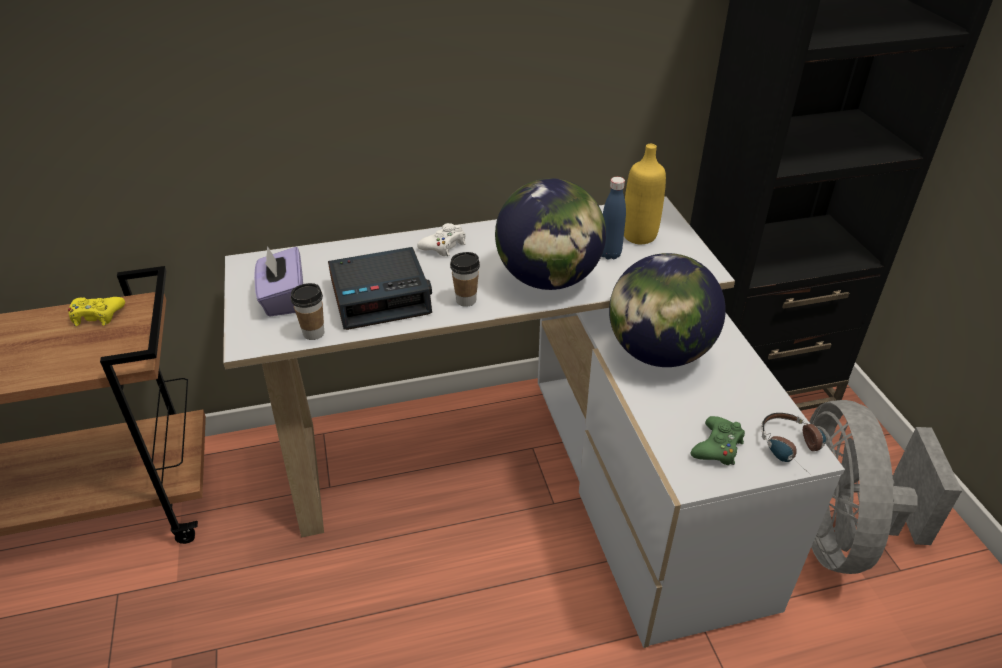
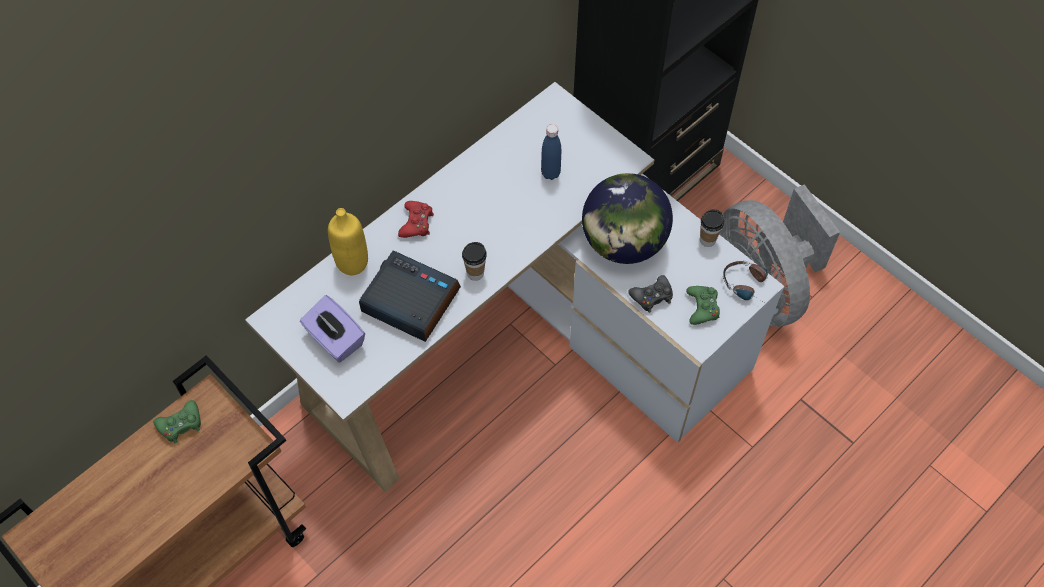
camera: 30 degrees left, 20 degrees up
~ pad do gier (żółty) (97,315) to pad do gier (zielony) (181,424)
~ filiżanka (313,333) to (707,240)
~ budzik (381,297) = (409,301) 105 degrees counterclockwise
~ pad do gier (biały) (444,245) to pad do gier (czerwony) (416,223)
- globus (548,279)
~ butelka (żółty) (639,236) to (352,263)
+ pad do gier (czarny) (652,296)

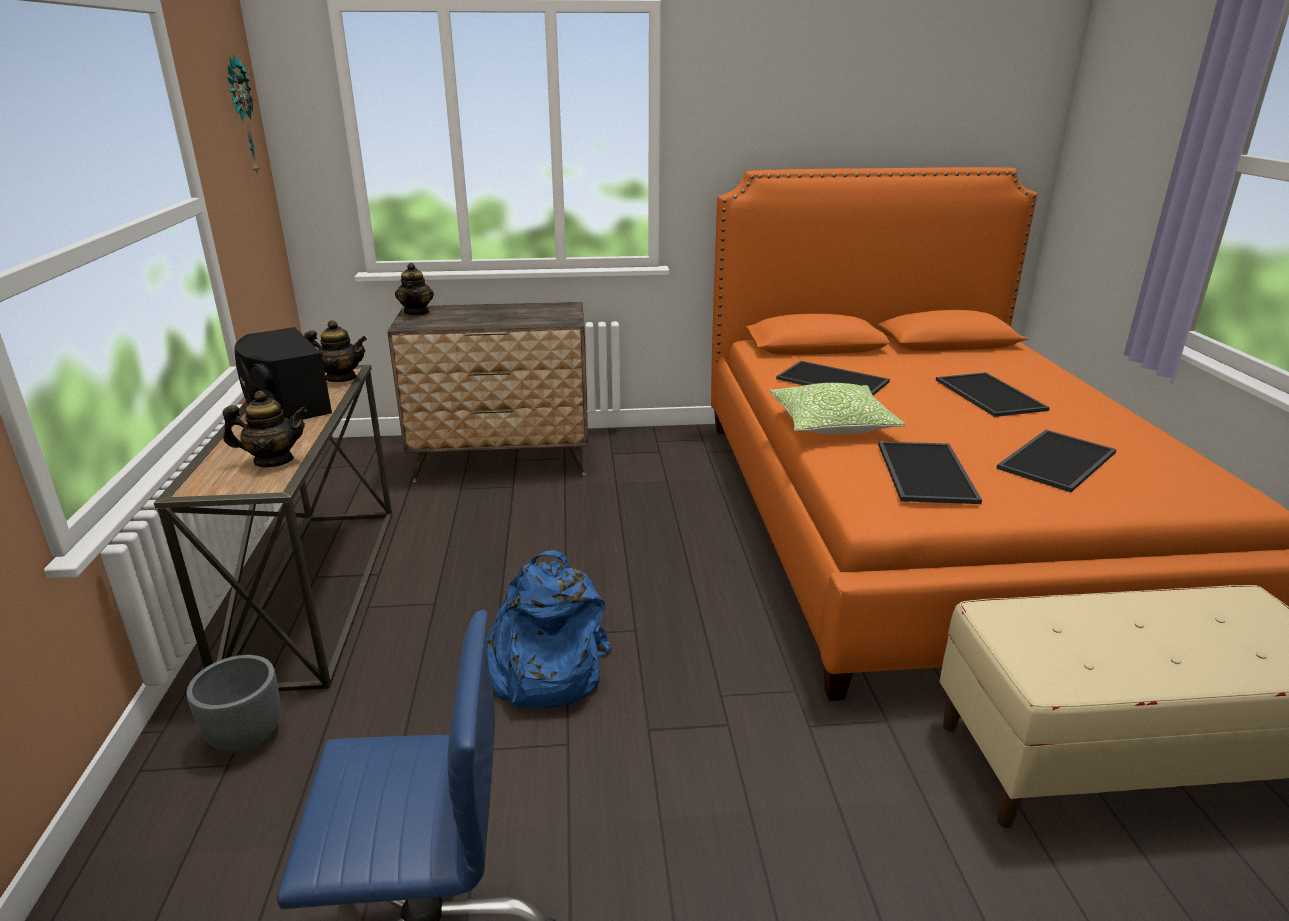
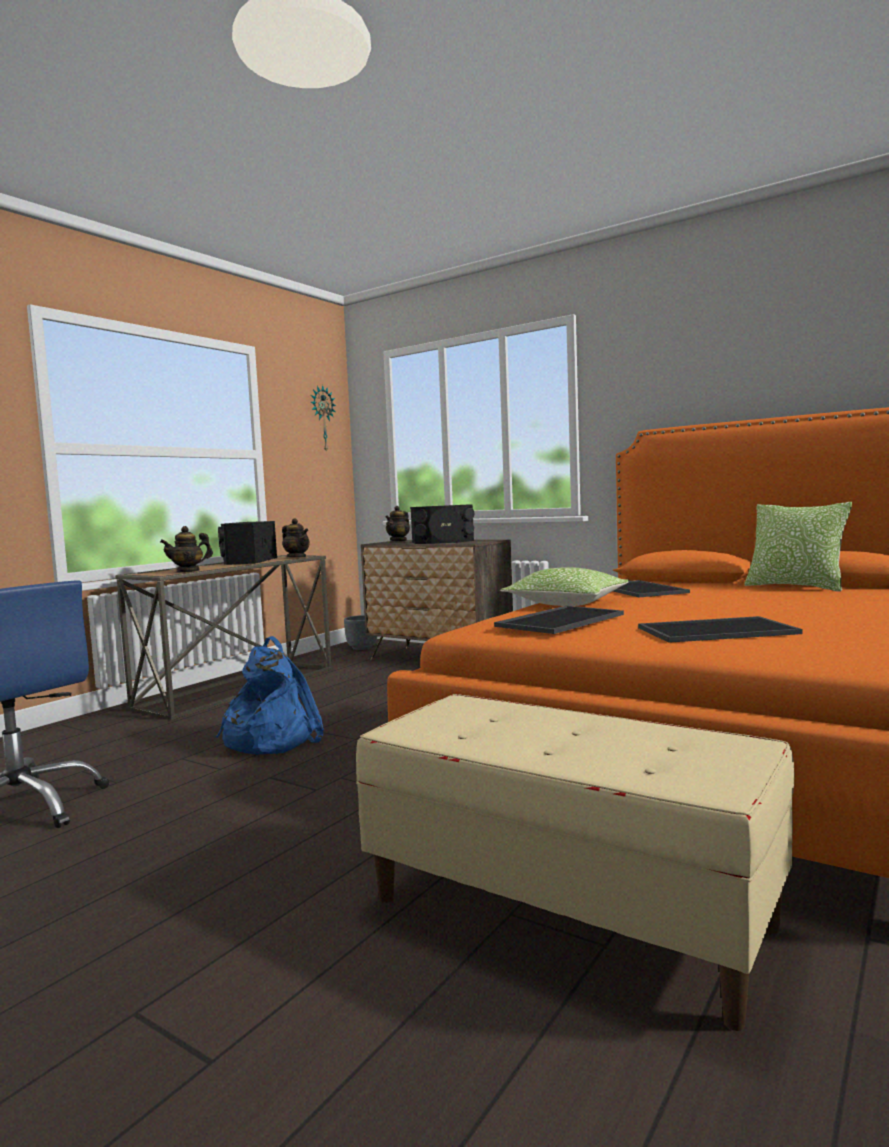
camera: 40 degrees right, 20 degrees down
~ donica (szary) (246,735) to (362,648)
~ imbryk (273,461) = (188,571) 120 degrees clockwise
- taca (987,394)
+ głośnik (czarny) (443,542)
+ poduszka (795,587)

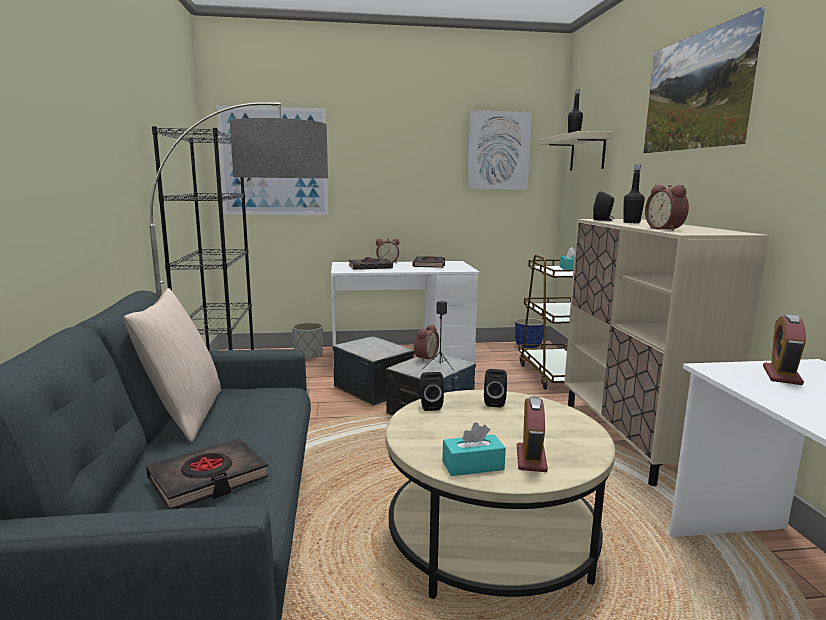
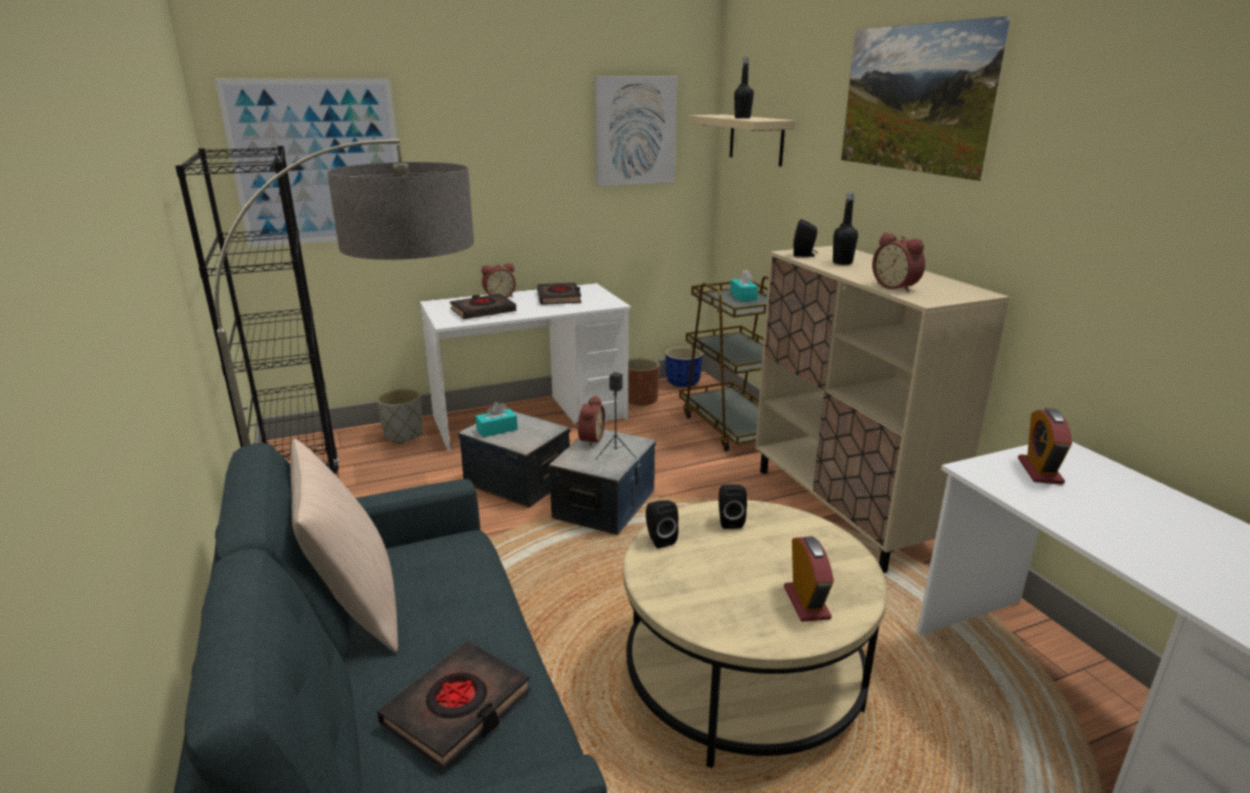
camera: 15 degrees left, 10 degrees up
~ pudełko chusteczek (turkusowy) (473,465) to (497,430)
+ donica (brązowy) (640,400)

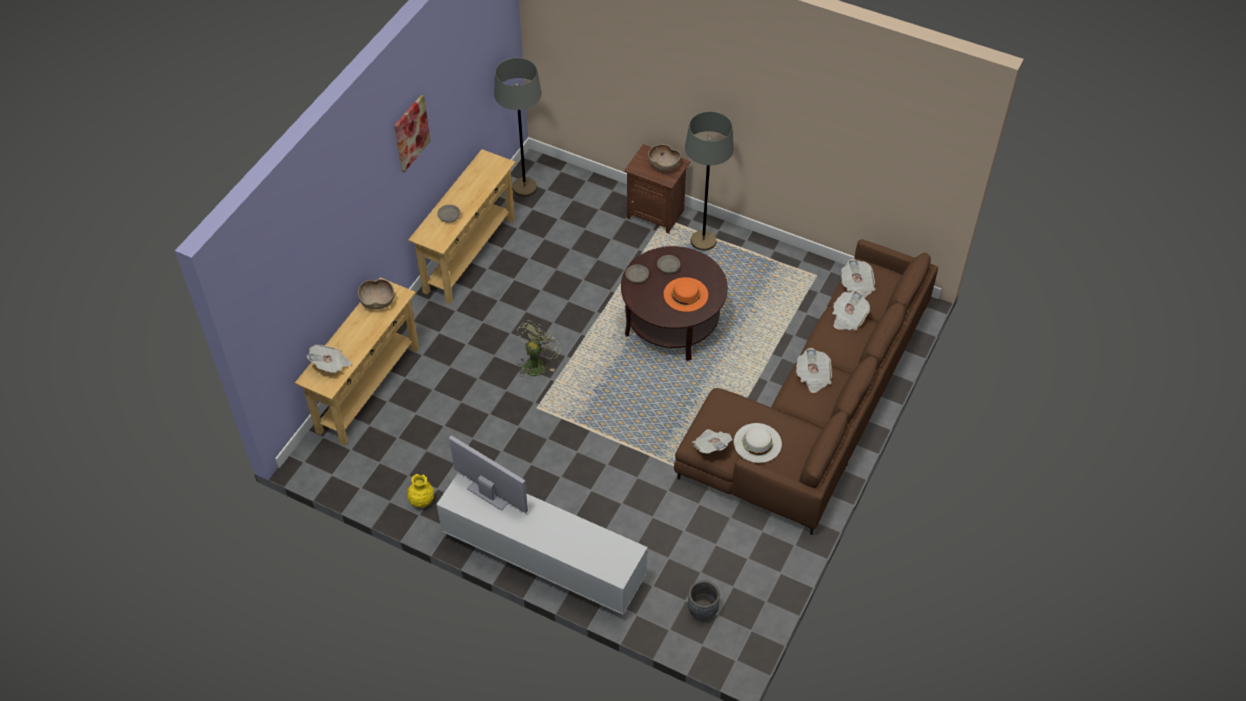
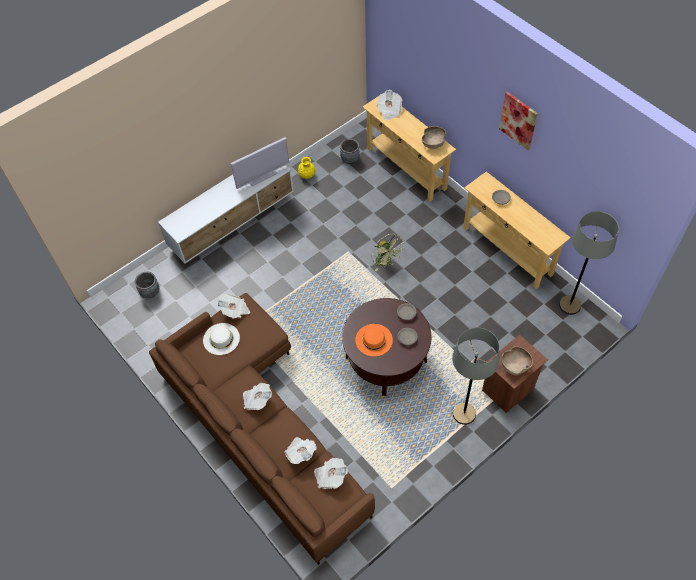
camera: 115 degrees right, 5 degrees up
+ donica (szary) (350,159)

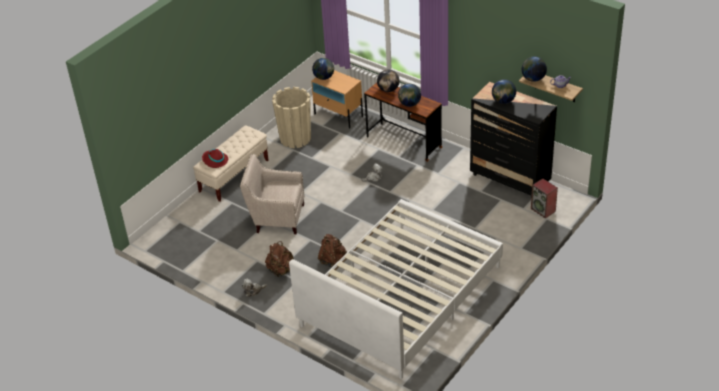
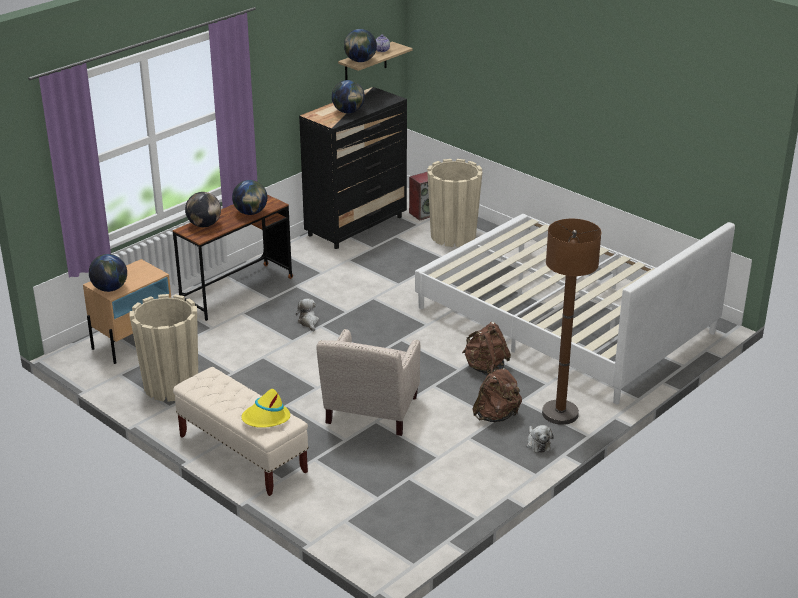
camera: 85 degrees left, 10 degrees down
~ kapelusz (czerwony) (215,160) to kapelusz (żółty) (266,419)
+ donica (beżowy) (453,236)
+ lampa stojąca (brązowy) (560,413)

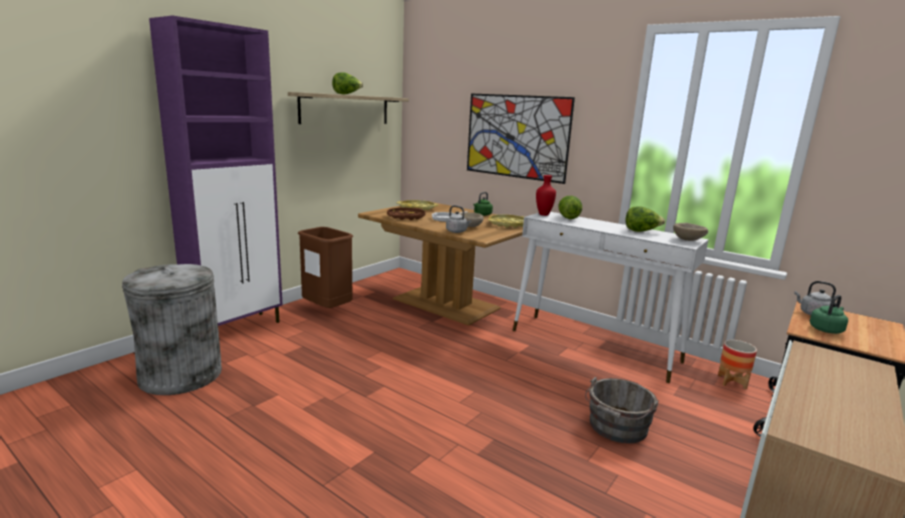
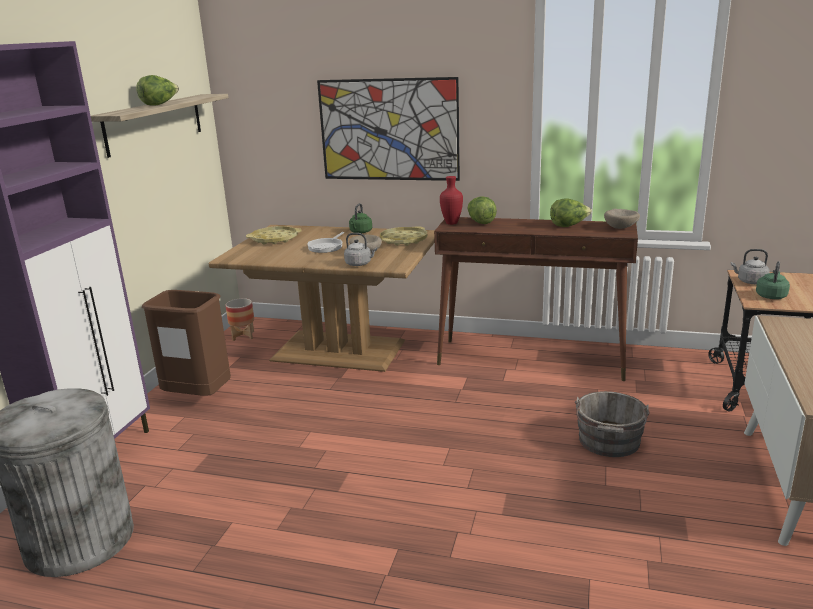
camera: 20 degrees left, 5 degrees up
- taca (brązowy) (406,217)
~ stolik konsolowy (biały) (594,346) to stolik konsolowy (brązowy) (532,359)
~ donica (732,382) to (243,336)

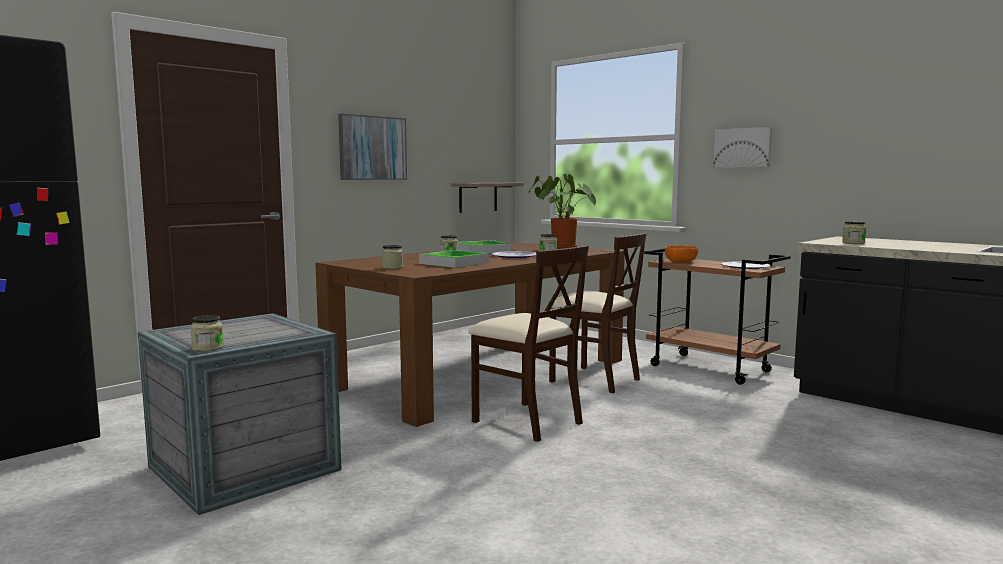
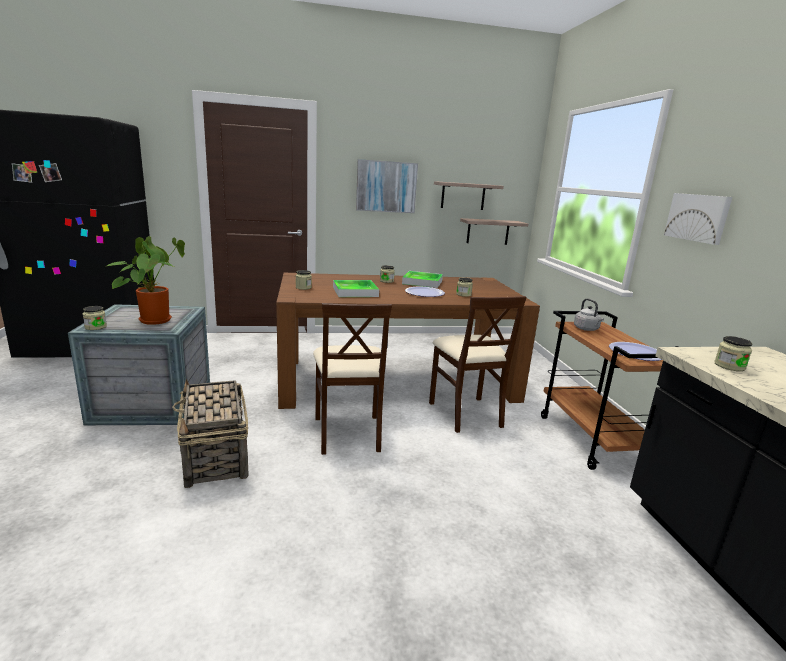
camera: 35 degrees right, 10 degrees up
~ roślina doniczkowa (560,248) to (154,319)
~ miska (pomarańczowy) (681,262) to czajnik (szary) (587,329)
+ koszyk (215,457)
+ półka (463,196)

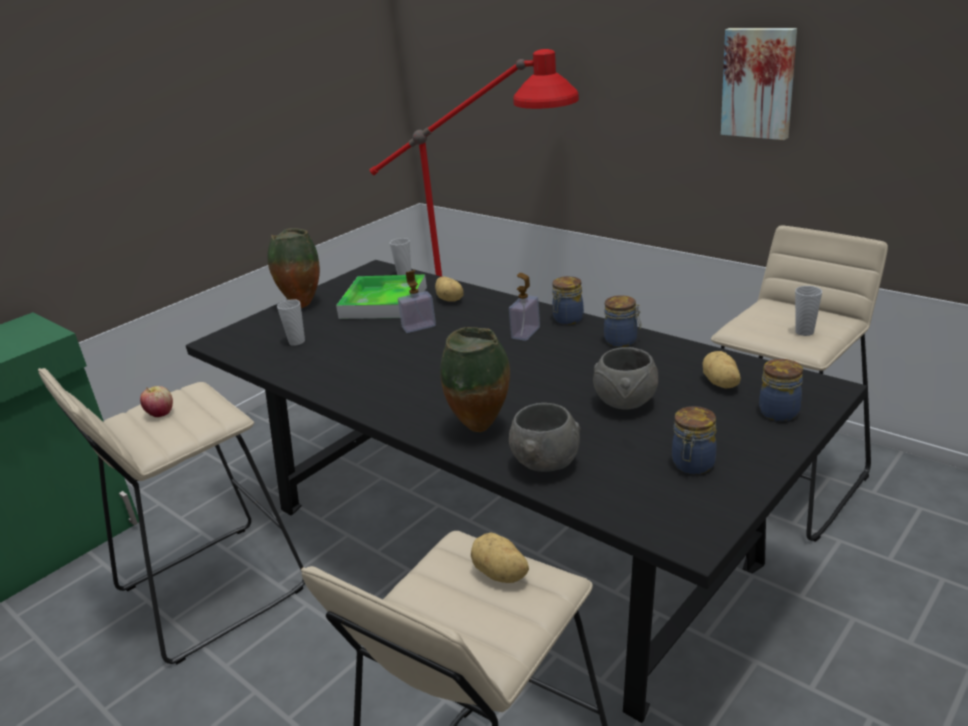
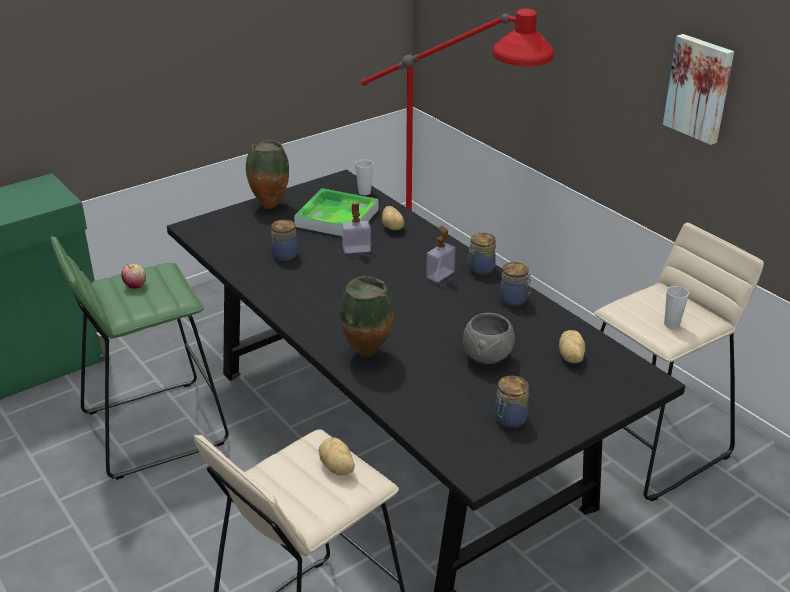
camera: 10 degrees right, 5 degrees up
~ stołek (beżowy) (210,589) to stołek (zielony) (153,428)
- filiżanka (297,342)
- miska (szary) (545,465)
~ słoik (779,411) to (286,254)

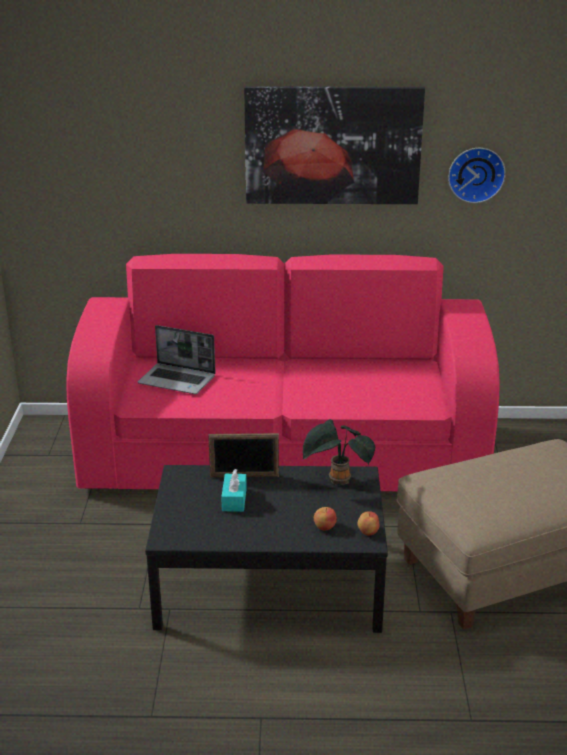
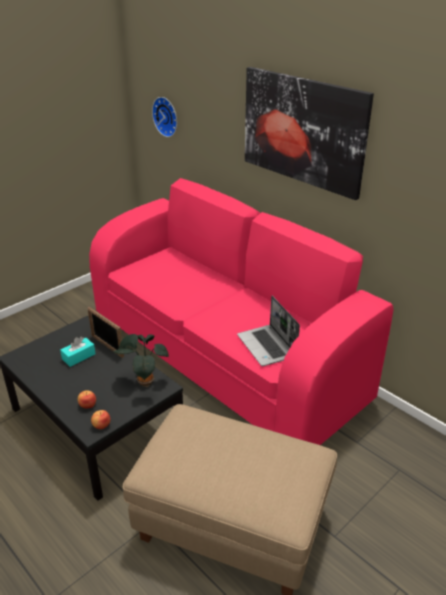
camera: 45 degrees right, 5 degrees up
~ laptop (178,380) to (267,346)
~ zegar ścienny (476,174) to (167,116)

